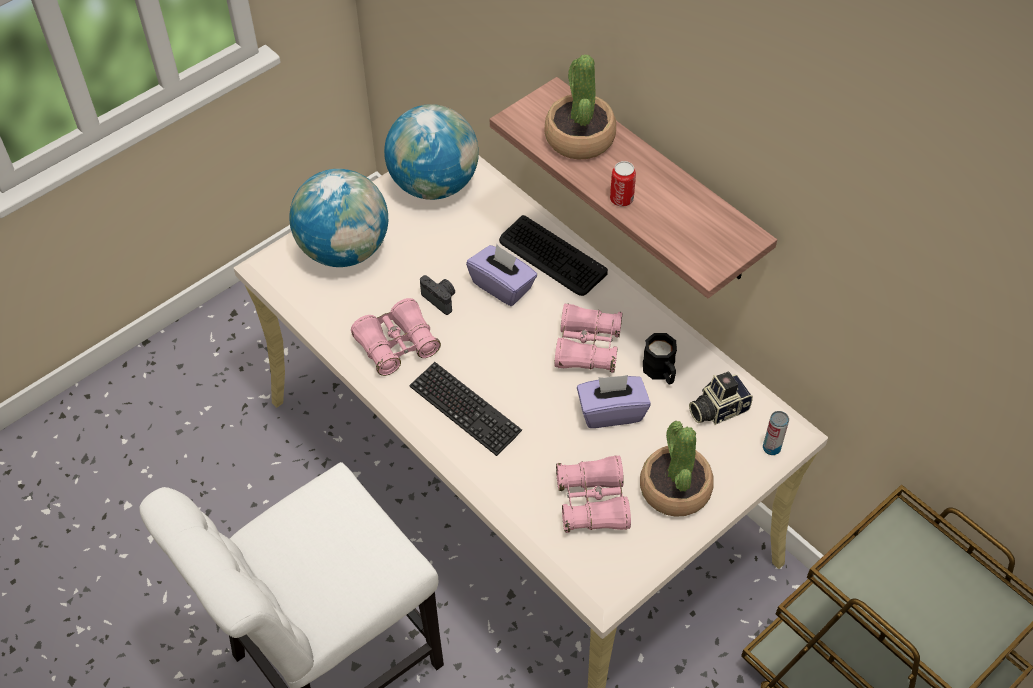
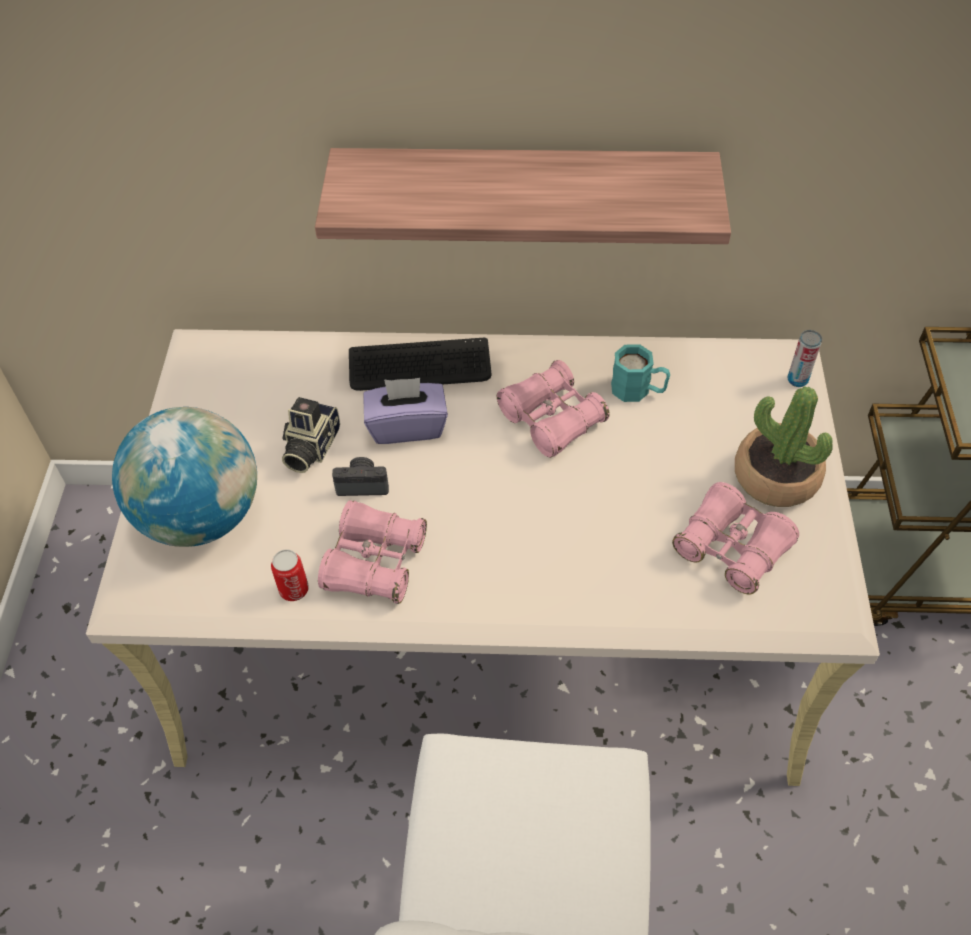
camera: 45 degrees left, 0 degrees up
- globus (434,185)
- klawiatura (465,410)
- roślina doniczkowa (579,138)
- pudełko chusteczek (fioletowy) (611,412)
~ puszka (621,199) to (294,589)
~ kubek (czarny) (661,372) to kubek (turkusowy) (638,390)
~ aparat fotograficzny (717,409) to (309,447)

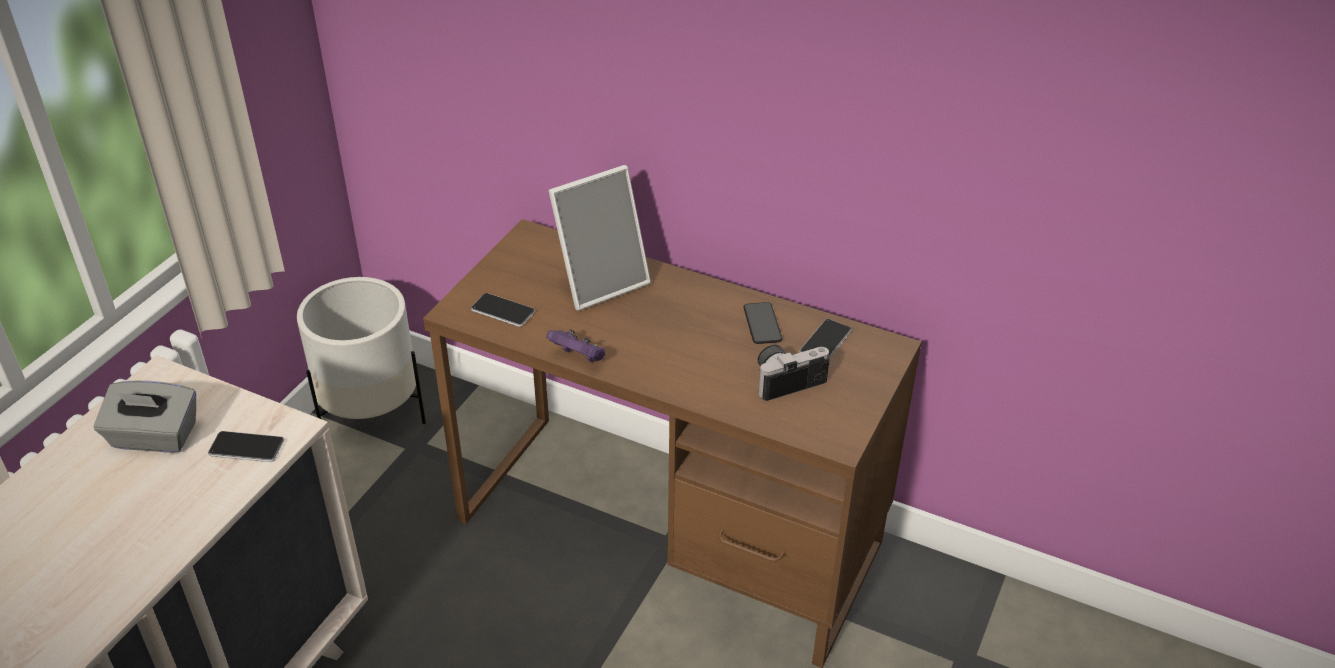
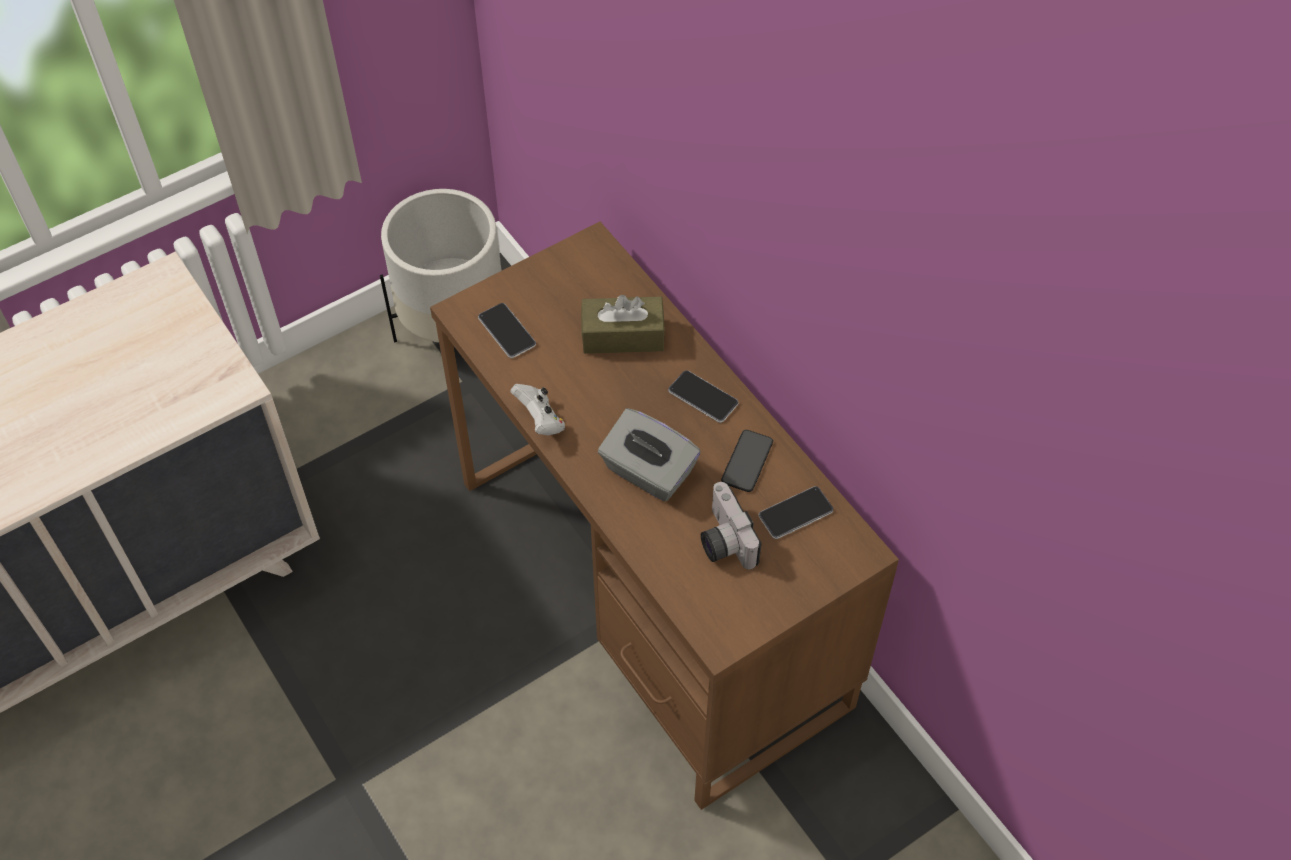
camera: 30 degrees right, 15 degrees up
~ pudełko chusteczek (szary) (154,437) to (648,472)
~ telefon (246,448) to (703,397)
~ pad do gier (fioletowy) (579,358) to pad do gier (biały) (540,420)
~ ramka na zdjęcie (600,281) to pudełko chusteczek (brązowy) (623,336)
~ aparat fotograficzny (786,379) = (722,540) 120 degrees counterclockwise

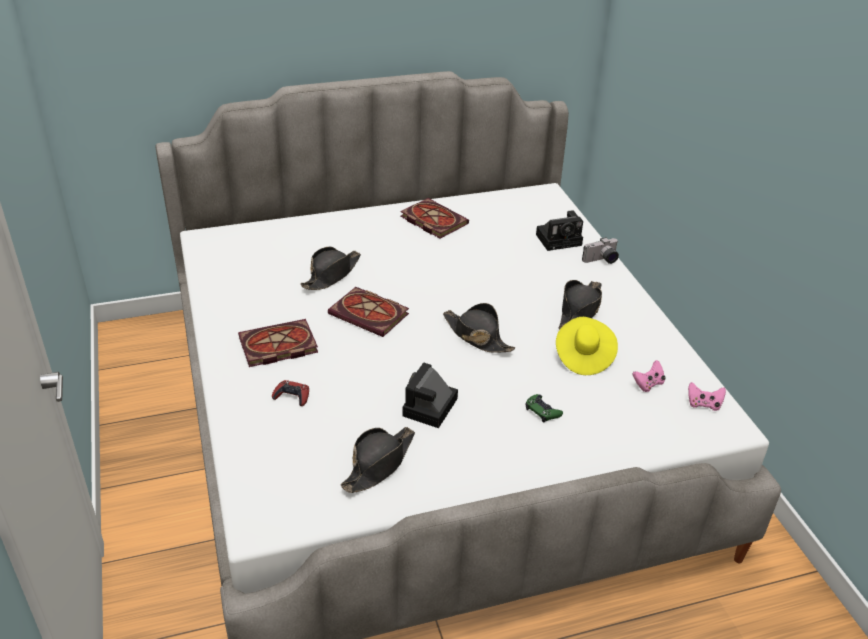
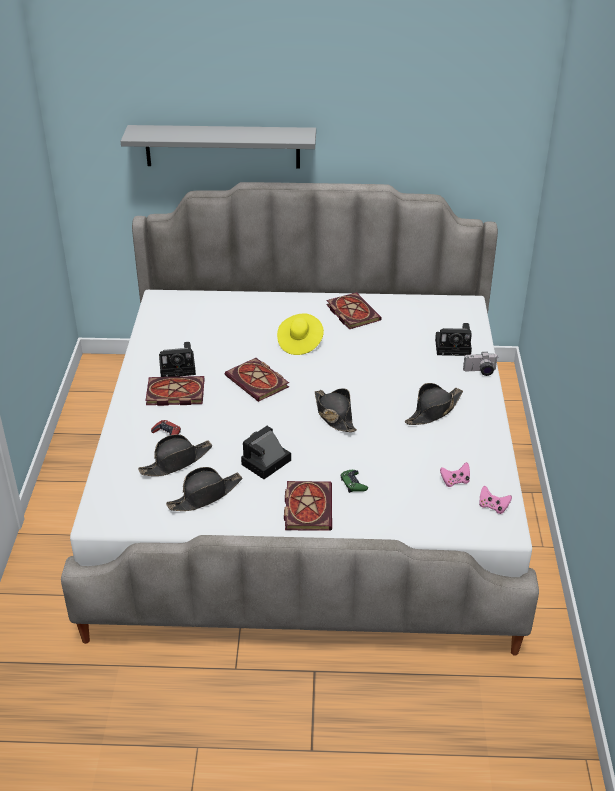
camera: 20 degrees right, 0 degrees up
~ kapelusz (czarny) (331,274) to (176,462)
~ kapelusz (żółty) (583,357) to (300,343)
+ półka (szary) (222,146)
+ aparat fotograficzny (179,367)
+ książka (307,507)

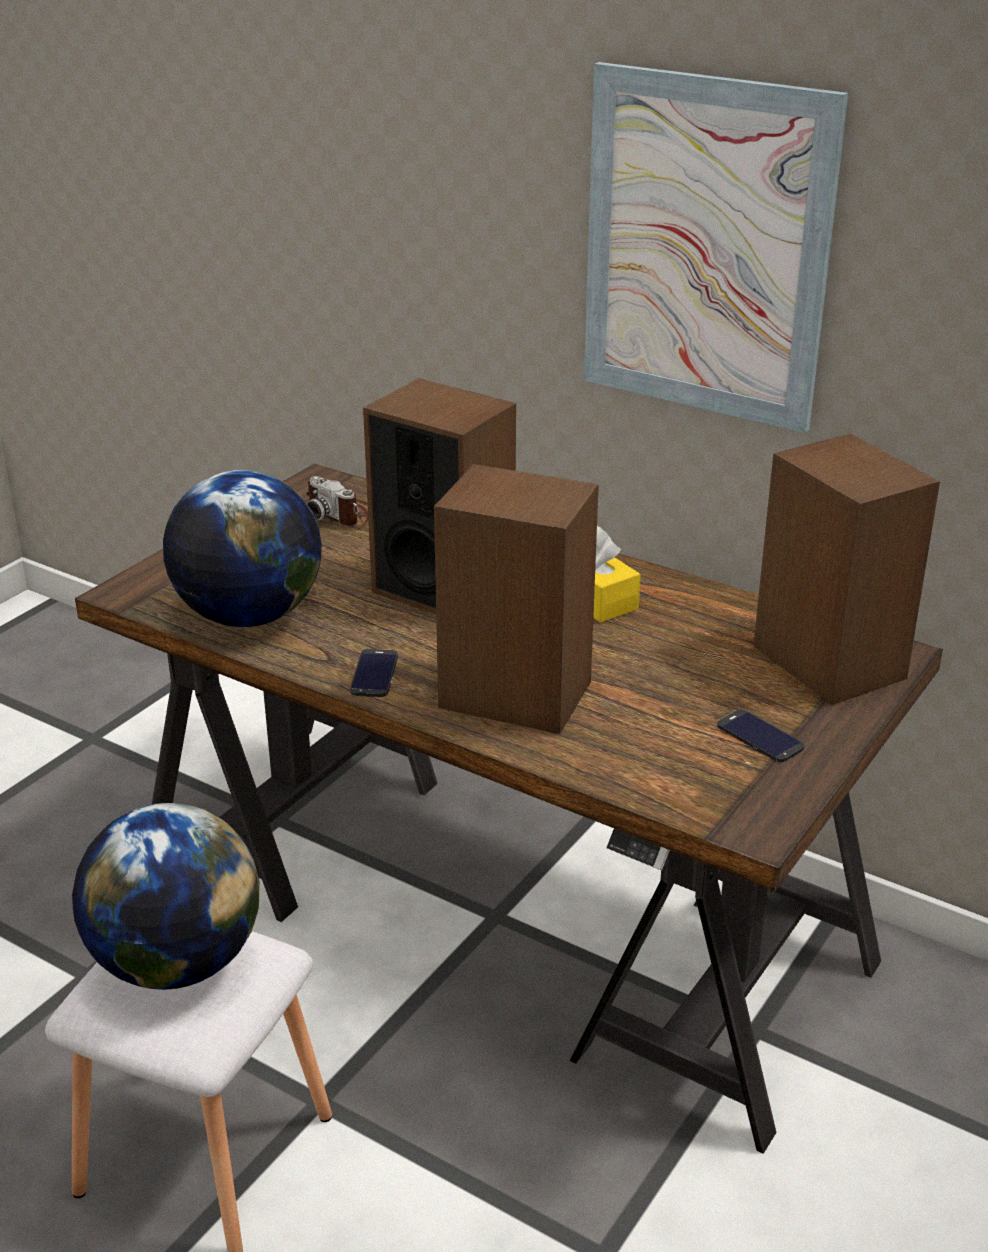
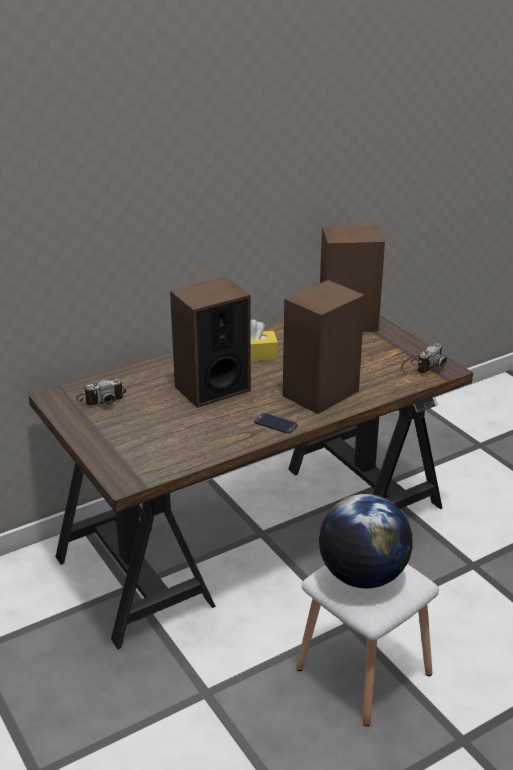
camera: 65 degrees left, 0 degrees up
- globus (248,616)
- obraz (706,248)
- telefon (760,736)
+ aparat fotograficzny (421,365)

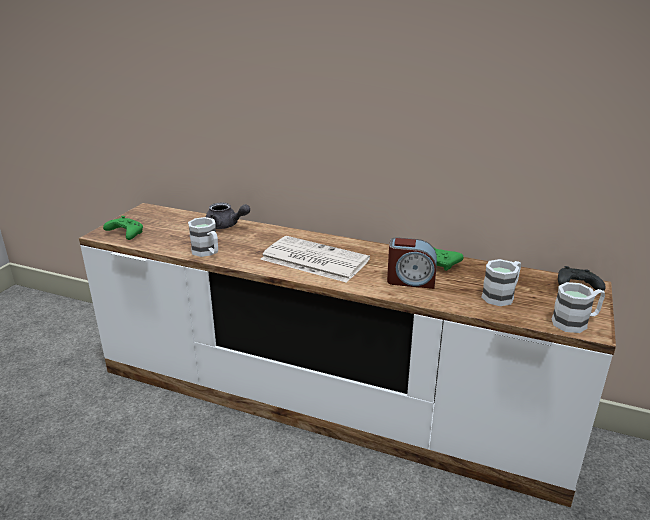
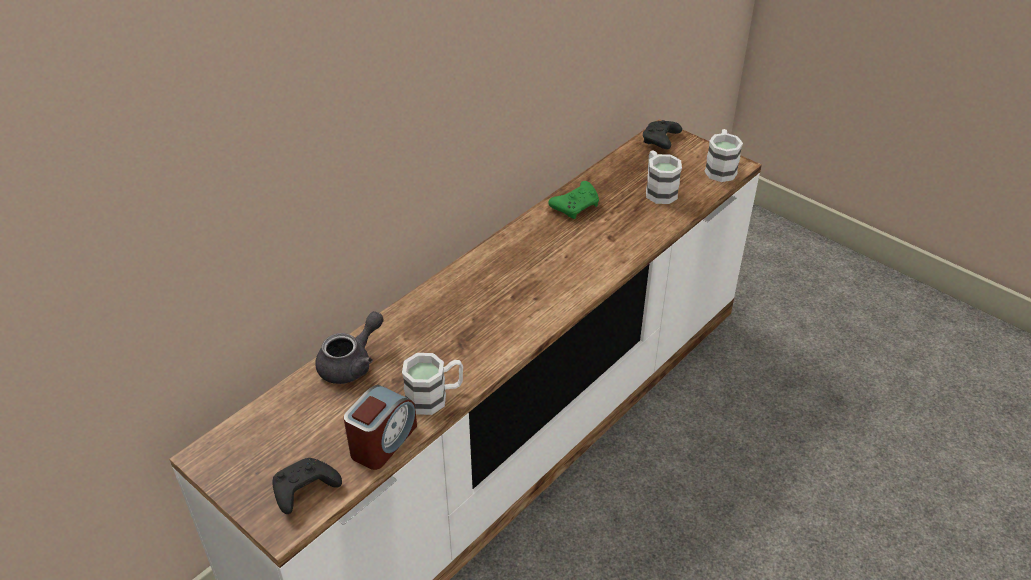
camera: 70 degrees left, 15 degrees up
~ pad do gier (zielony) (125,234) to pad do gier (czarny) (304,491)
- gazeta (313,260)
~ budzik (411,280) to (383,441)

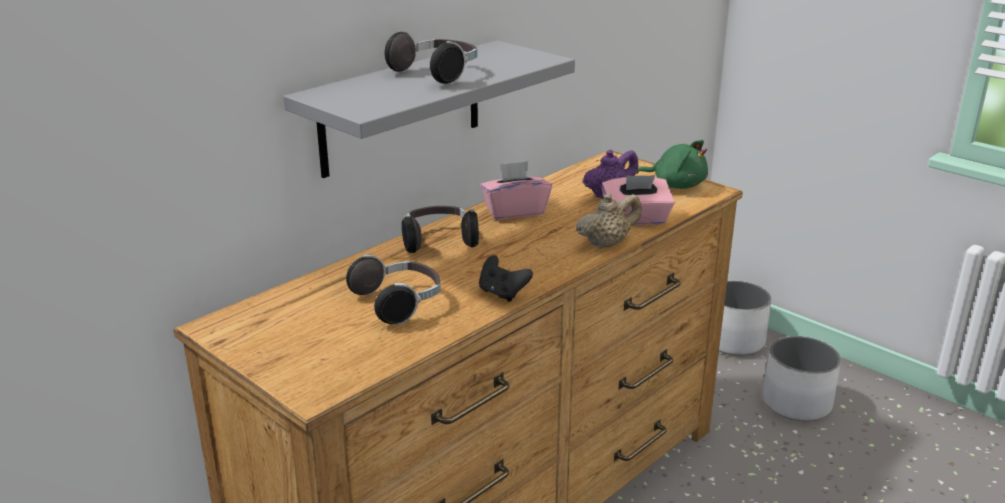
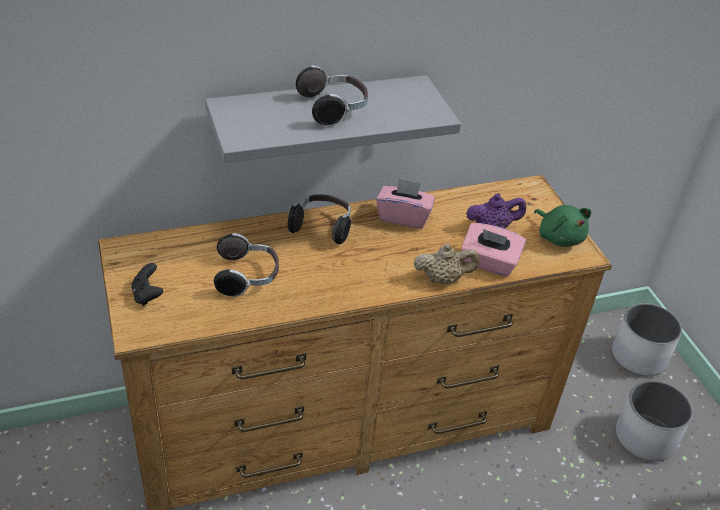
camera: 25 degrees right, 15 degrees up
~ pad do gier (czarny) (502,293) to (147,295)

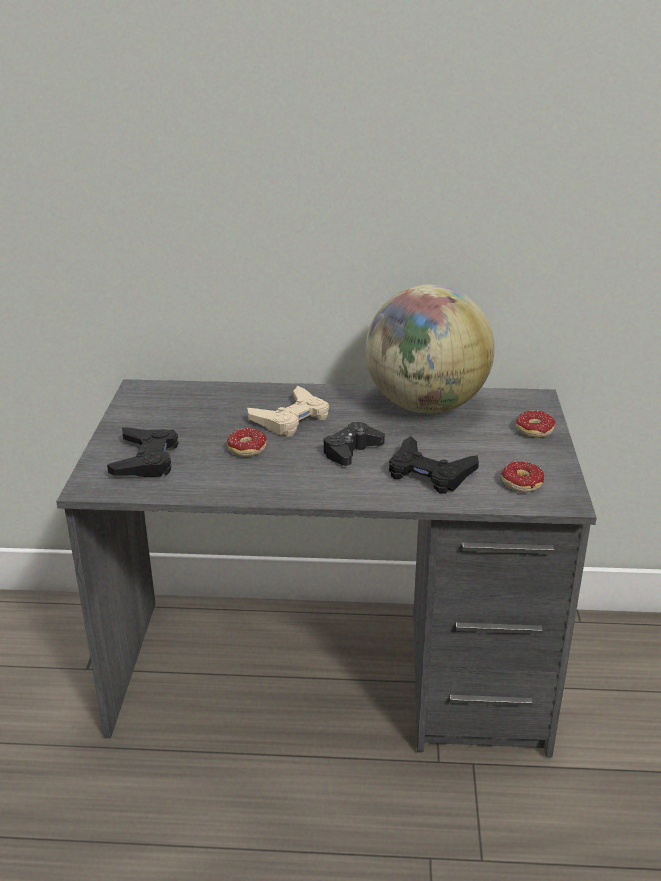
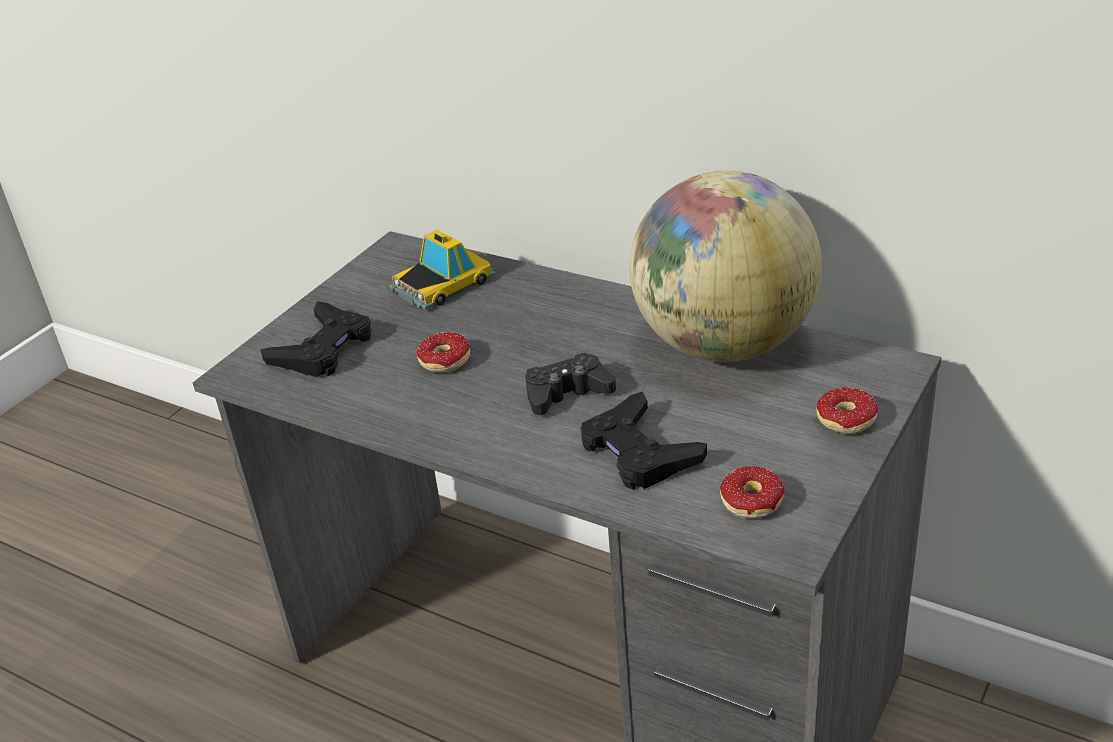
camera: 30 degrees right, 5 degrees up
- pad do gier (beżowy) (291,419)
+ samochodzik (443,284)

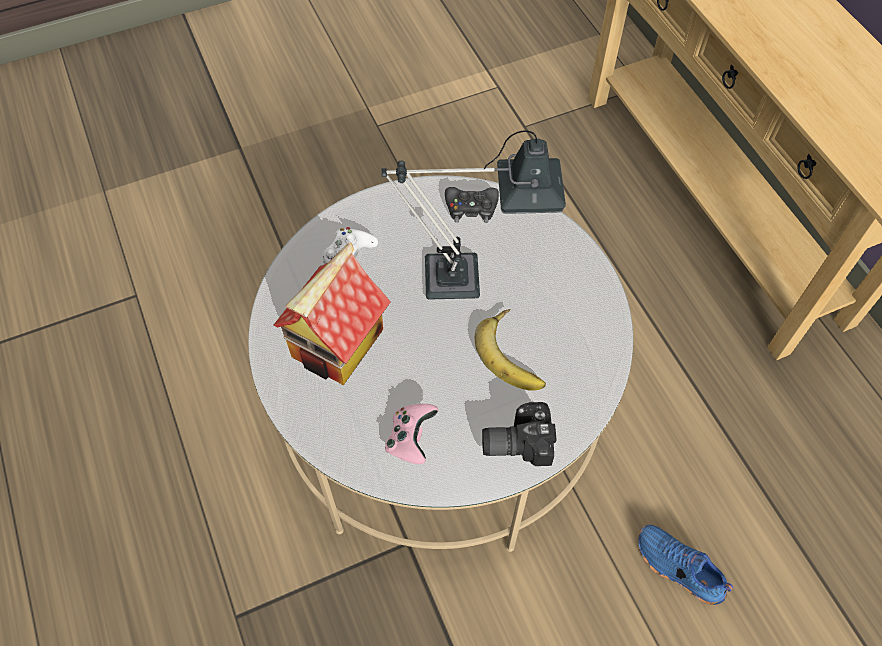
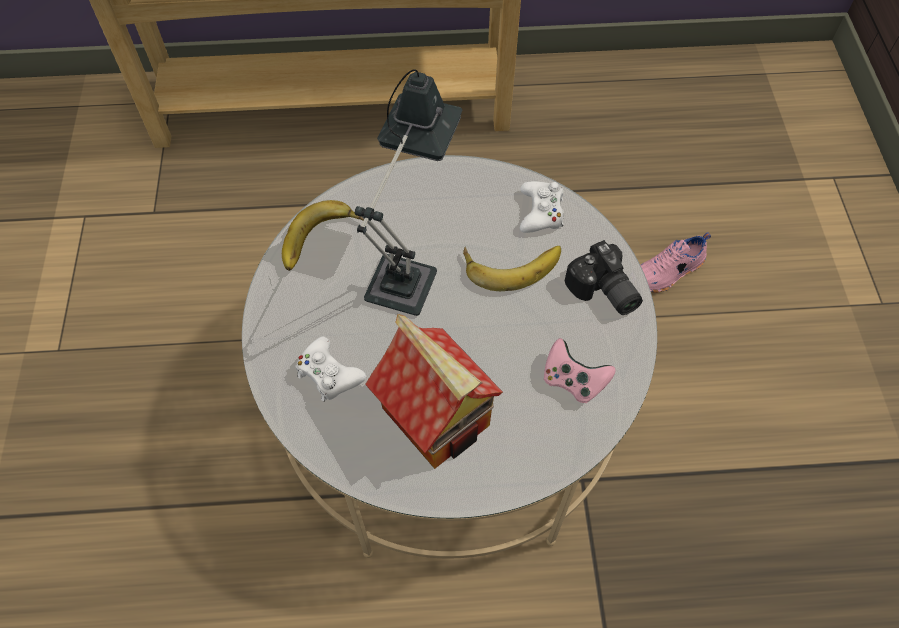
camera: 70 degrees left, 0 degrees up
~ pad do gier (czarny) (471,208) to banan (322,242)
~ aparat fotograficzny (516,440) = (602,293) 45 degrees counterclockwise
~ but (niebieski) (677,568) to but (różowy) (667,273)
+ pad do gier (biały) (541,212)

